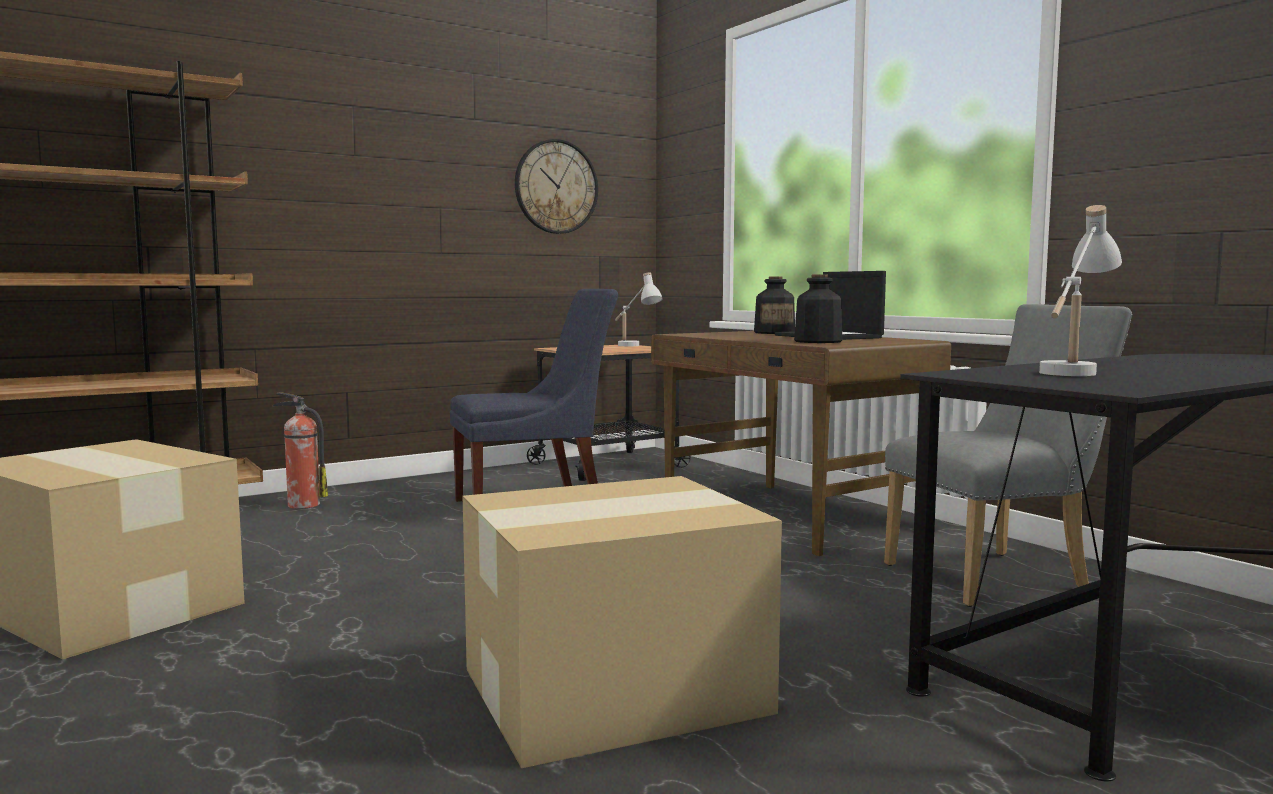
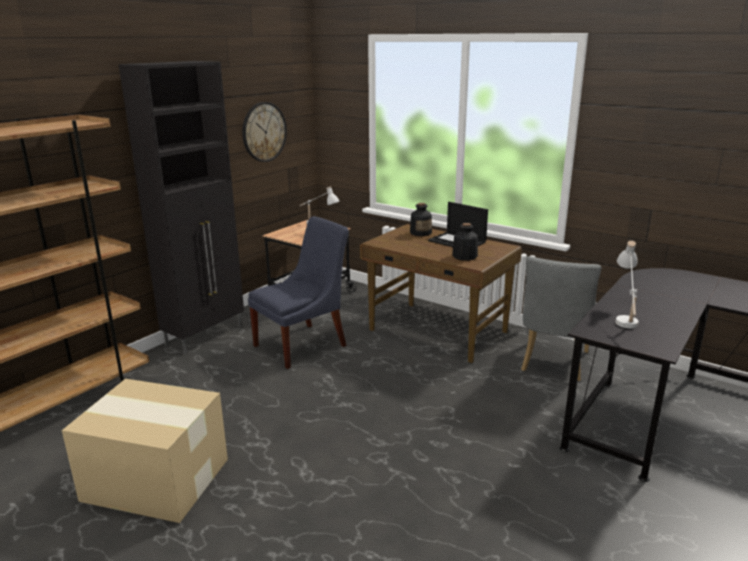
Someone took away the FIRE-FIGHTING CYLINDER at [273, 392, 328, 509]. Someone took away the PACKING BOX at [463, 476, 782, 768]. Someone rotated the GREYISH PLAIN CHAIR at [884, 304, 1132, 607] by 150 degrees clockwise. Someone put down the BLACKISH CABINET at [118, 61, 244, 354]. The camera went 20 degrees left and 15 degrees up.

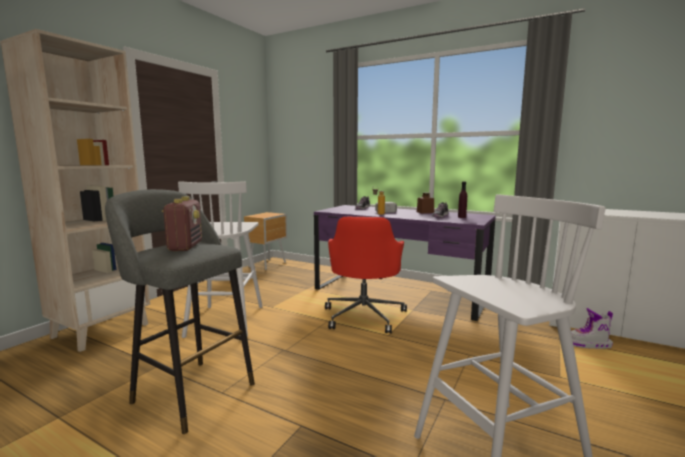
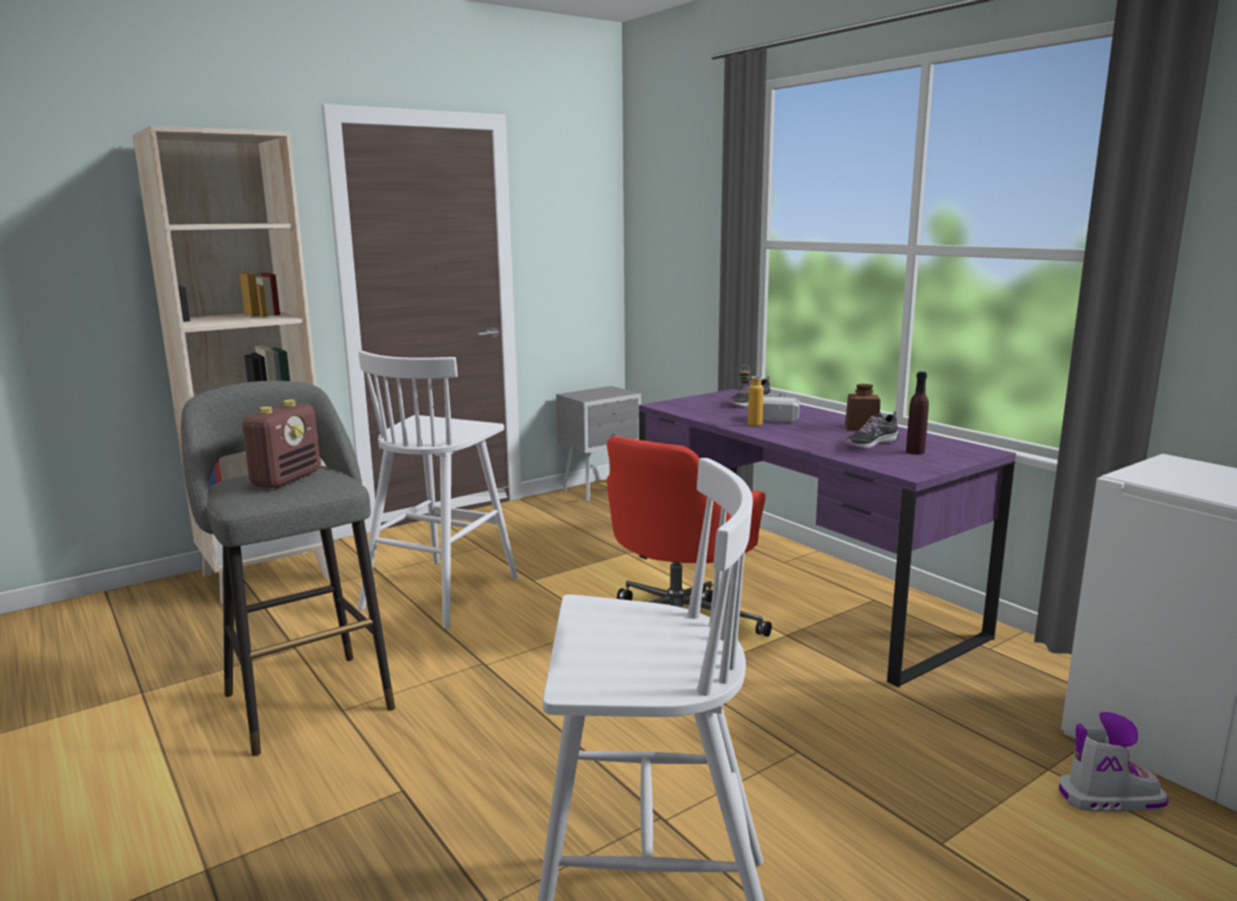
Someone repainted the BROWN NIGHT TABLE at [244, 212, 287, 270], which became the GREYISH NIGHT TABLE at [556, 386, 641, 503]. Someone rotated the BOOT at [571, 308, 613, 349] by 150 degrees clockwise. The camera went 25 degrees right and 5 degrees up.

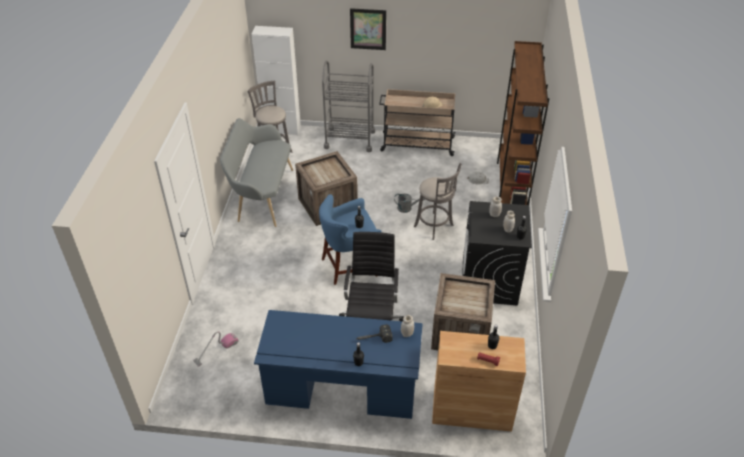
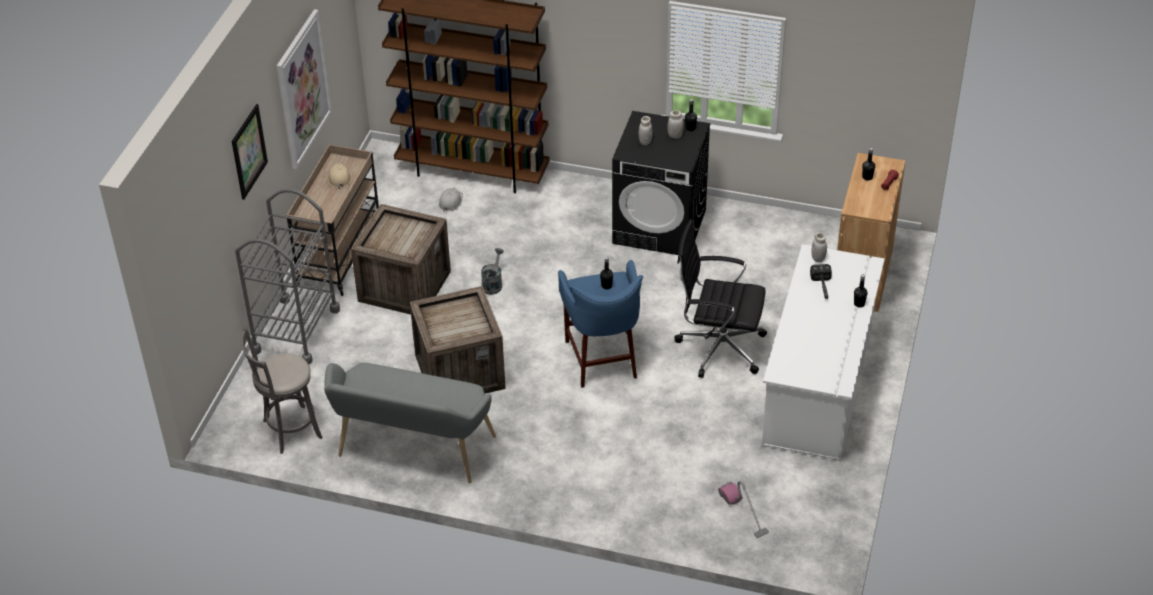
Someone took away the WHITISH CABINET at [251, 26, 301, 135]. Someone repainted the BLUE DESK at [254, 310, 423, 419], which became the WHITISH DESK at [762, 244, 885, 460]. Someone took away the GREYISH SITTING STOOL at [414, 163, 462, 240]. Someone carried the SHIPPING CRATE from [431, 273, 495, 350] to [351, 204, 451, 315]. Someone put up the WALL PICTURE at [277, 9, 332, 169]. The camera went 80 degrees left and 0 degrees up.

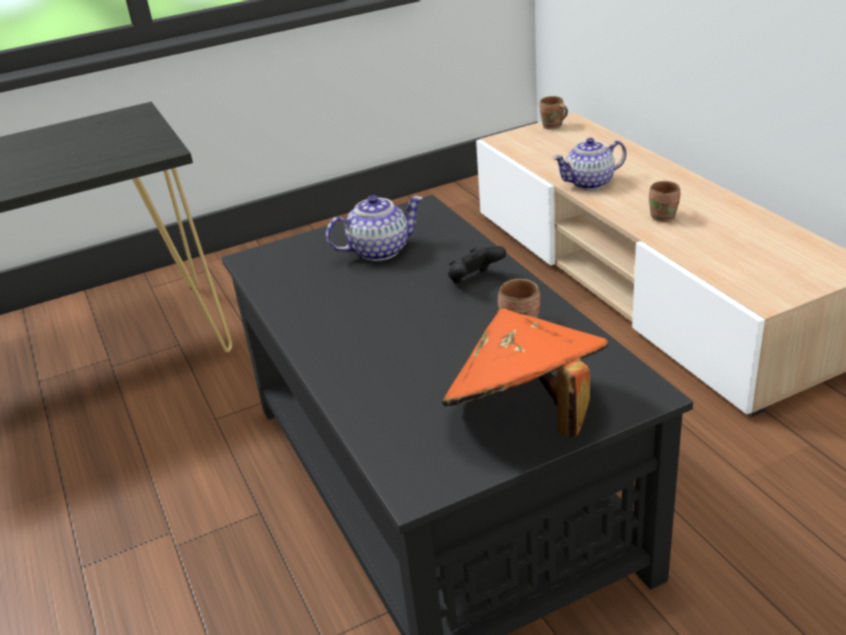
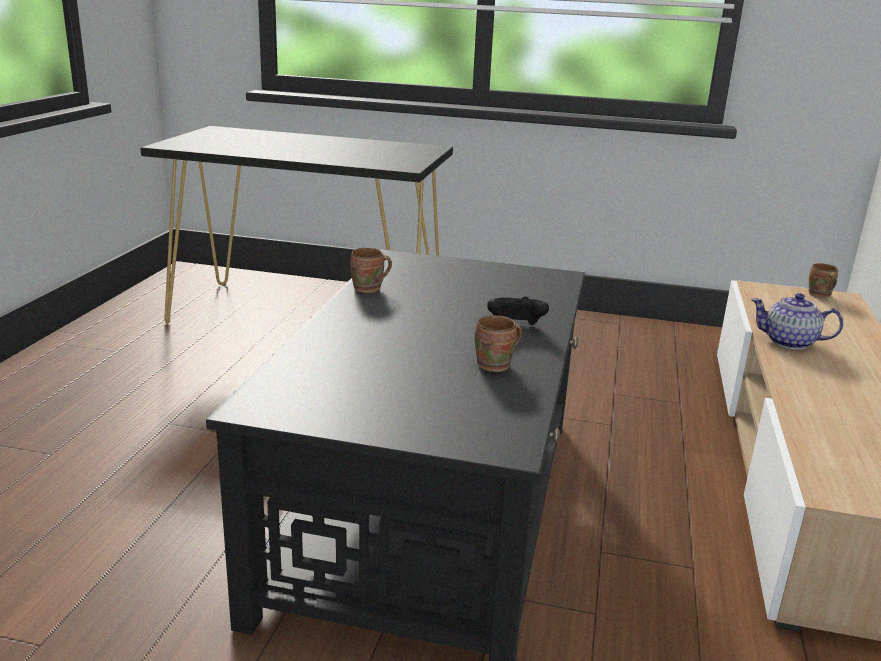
Someone took away the TEAPOT at [326, 195, 423, 261]. Someone took away the ORANGE WEARABLE HAT at [442, 308, 609, 438]. Someone carried the BROWN COFFEE MUG from [649, 181, 680, 222] to [350, 248, 392, 293]. The camera went 35 degrees right and 10 degrees down.

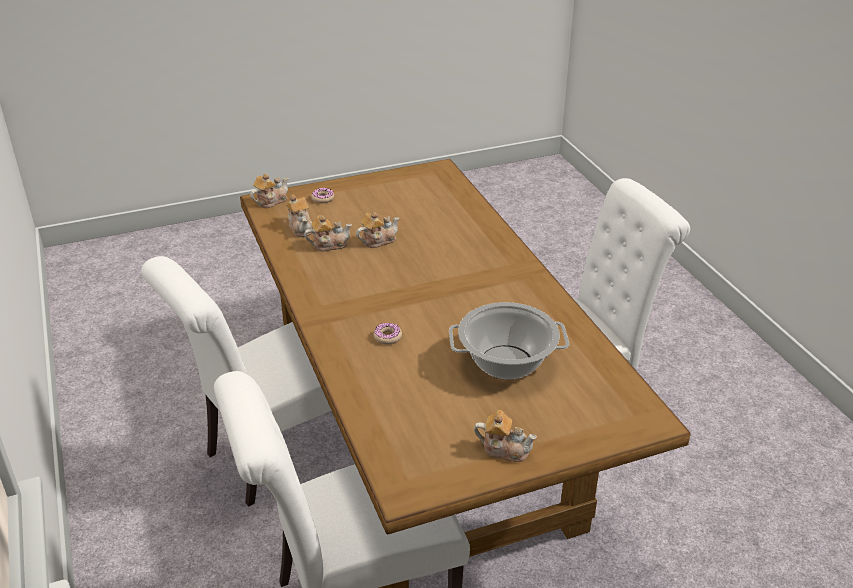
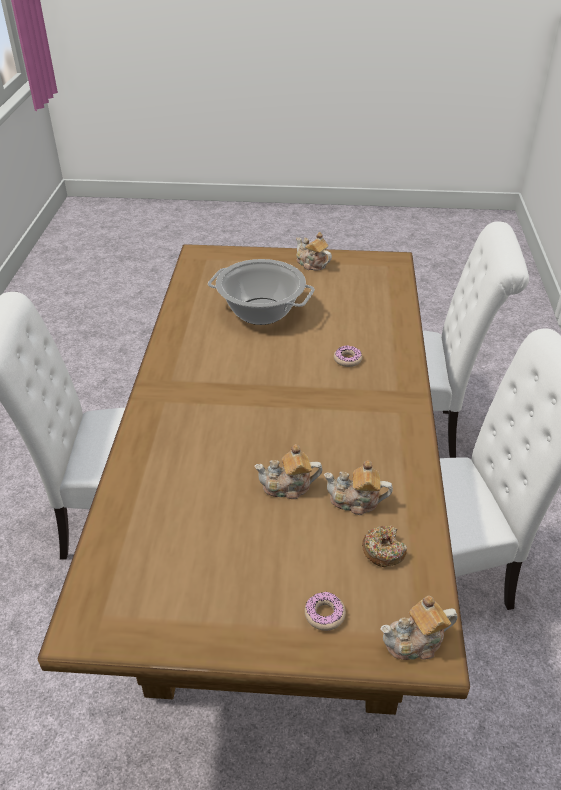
Someone swapped the TEAPOT at [286, 194, 313, 237] for the DONUT at [362, 525, 407, 567]. The camera went 155 degrees left and 5 degrees up.

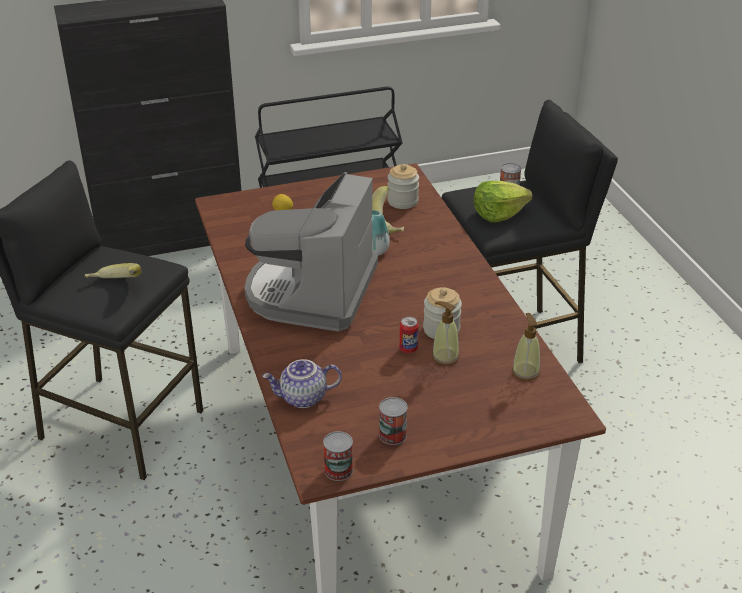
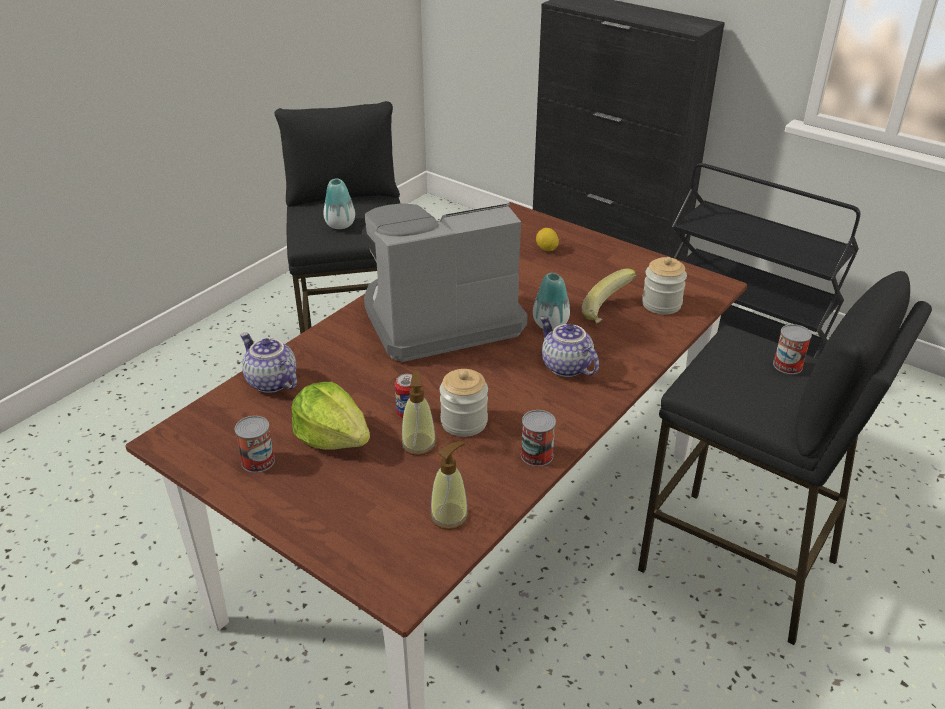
Someone swapped the BANANA FRUIT at [85, 263, 141, 278] for the DECORATIVE VASE at [324, 178, 355, 229]. Someone carried the CAN from [323, 431, 353, 481] to [521, 410, 556, 466]. Someone carried the HEAD OF LETTUCE from [473, 181, 533, 222] to [291, 382, 370, 450]. Someone put down the TEAPOT at [540, 316, 599, 377]. The camera went 55 degrees right and 0 degrees up.

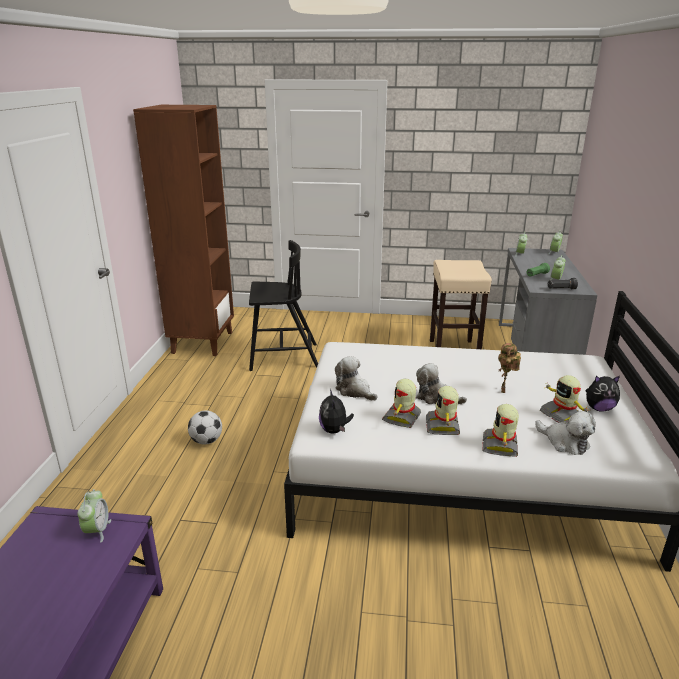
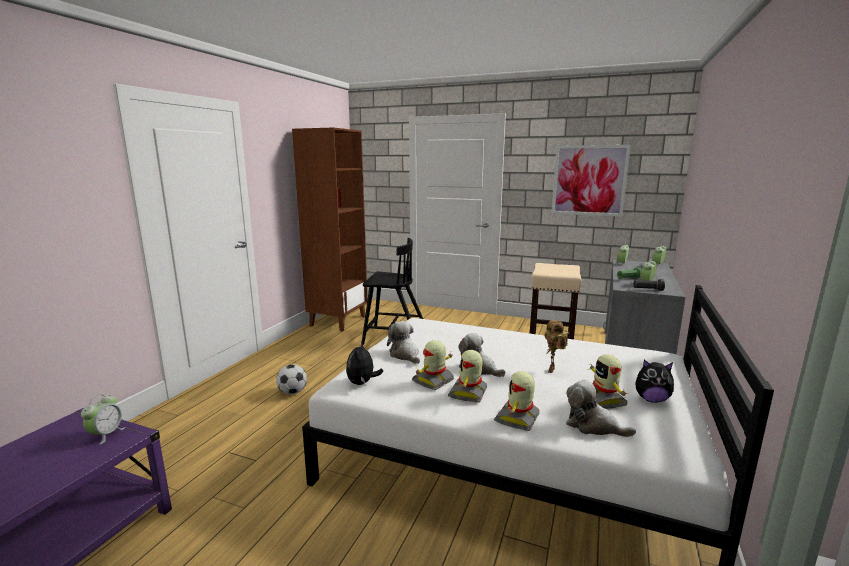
Someone rotated the SOFT TOY at [535, 411, 596, 455] by 150 degrees clockwise. Someone put up the WALL PICTURE at [551, 145, 631, 217]. The camera went 15 degrees right and 10 degrees down.

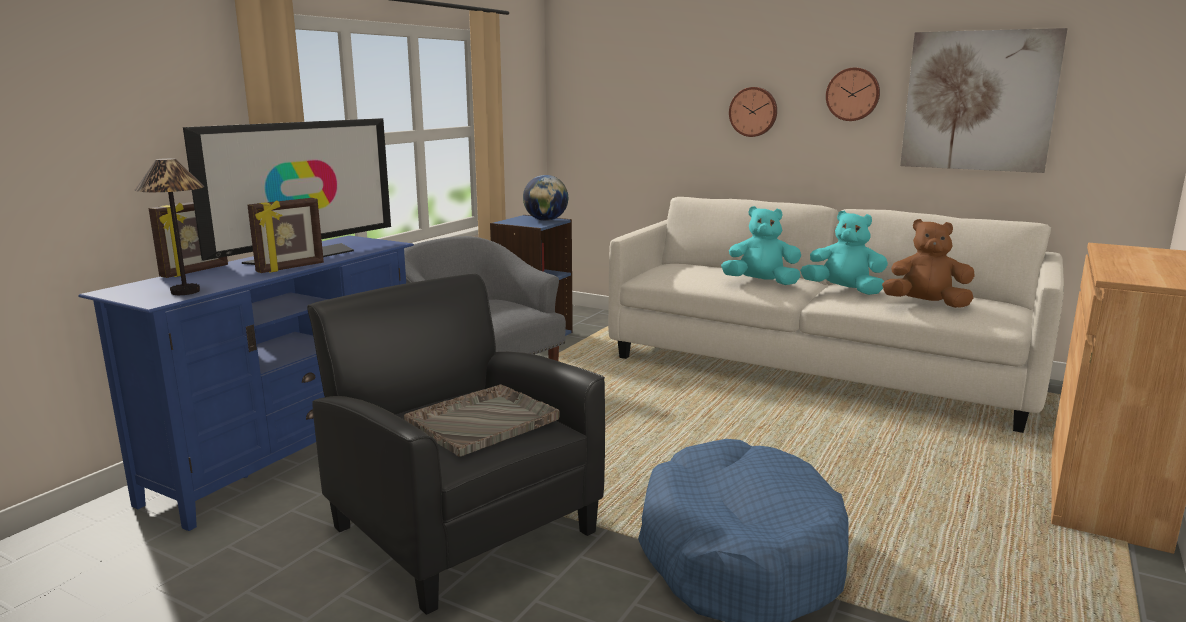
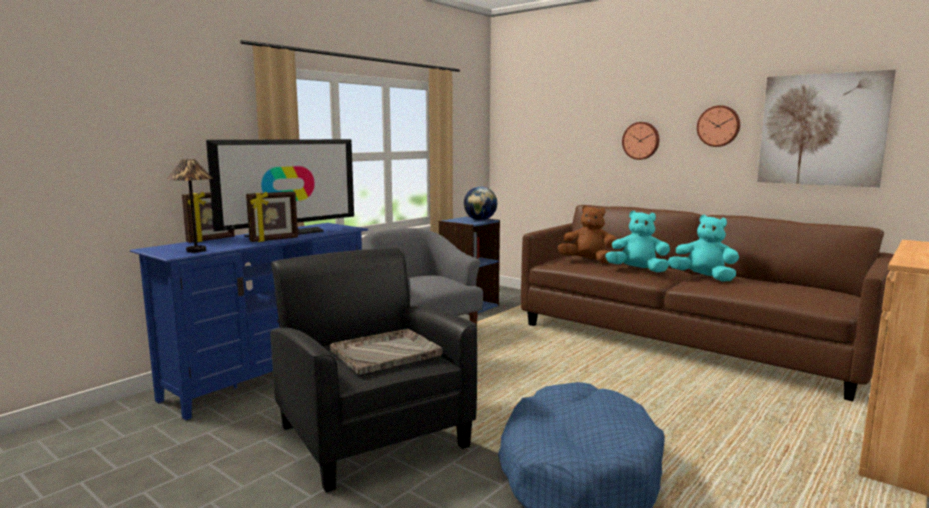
Someone repainted the WHITISH COUCH at [608, 197, 1064, 433], which became the BROWN COUCH at [521, 205, 894, 401]. Someone carried the BROWN SOFT TOY from [882, 219, 975, 308] to [557, 205, 617, 264]. The camera went 10 degrees right and 5 degrees down.

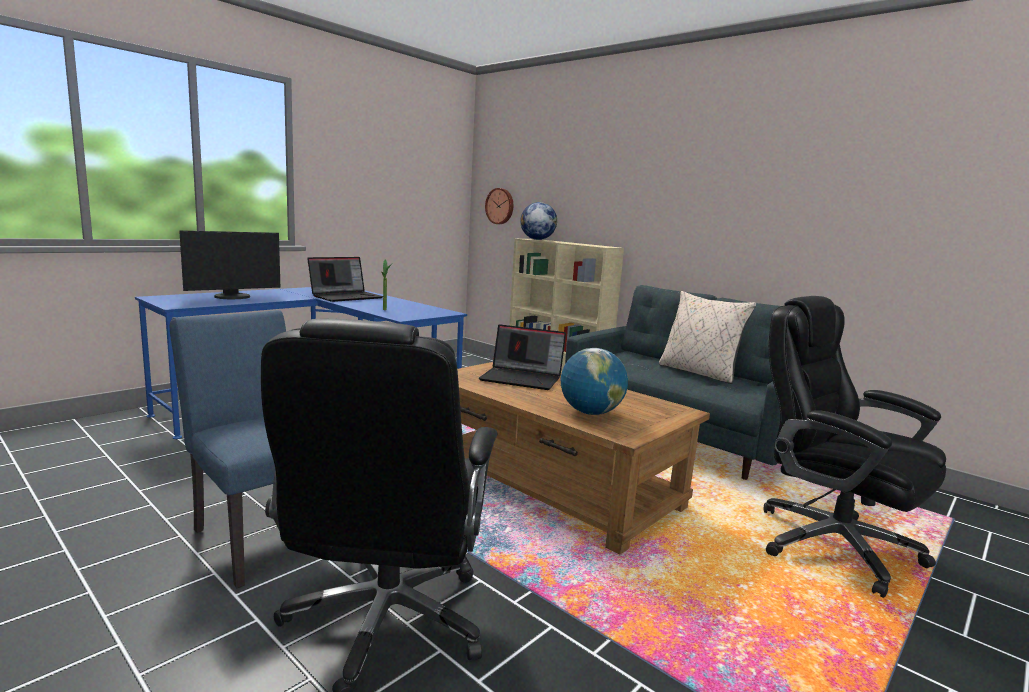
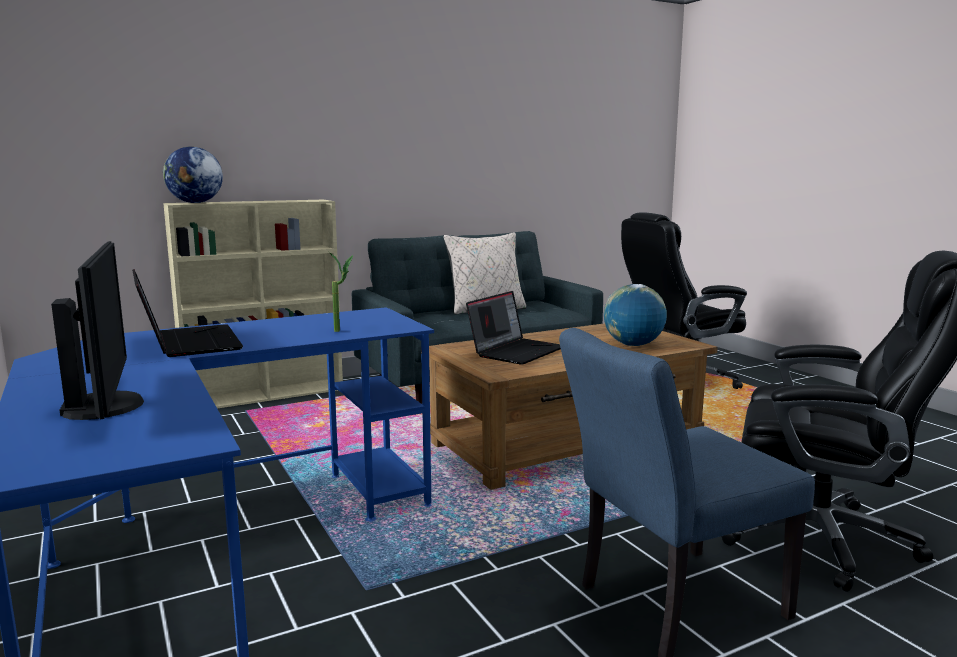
Someone took away the HANGING CLOCK at [485, 188, 513, 224]. The camera went 70 degrees left and 0 degrees up.

